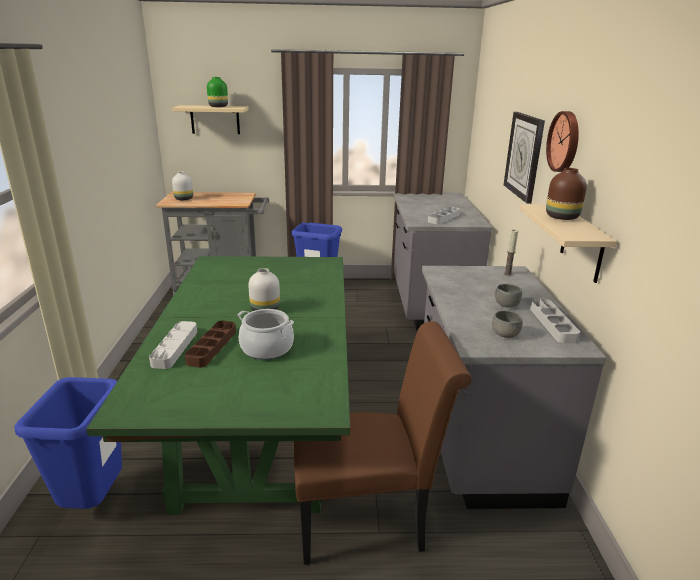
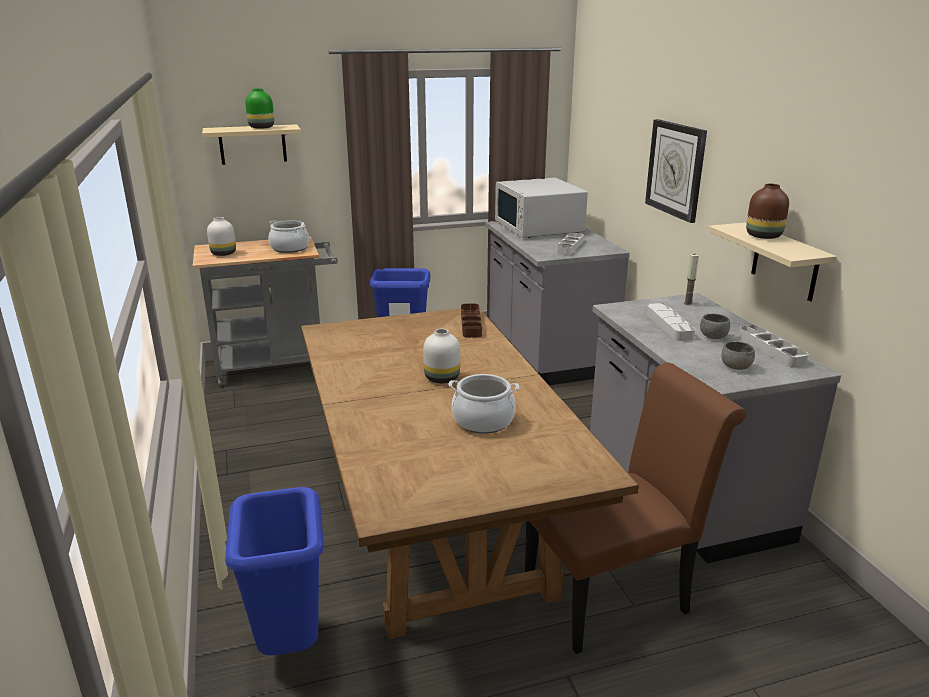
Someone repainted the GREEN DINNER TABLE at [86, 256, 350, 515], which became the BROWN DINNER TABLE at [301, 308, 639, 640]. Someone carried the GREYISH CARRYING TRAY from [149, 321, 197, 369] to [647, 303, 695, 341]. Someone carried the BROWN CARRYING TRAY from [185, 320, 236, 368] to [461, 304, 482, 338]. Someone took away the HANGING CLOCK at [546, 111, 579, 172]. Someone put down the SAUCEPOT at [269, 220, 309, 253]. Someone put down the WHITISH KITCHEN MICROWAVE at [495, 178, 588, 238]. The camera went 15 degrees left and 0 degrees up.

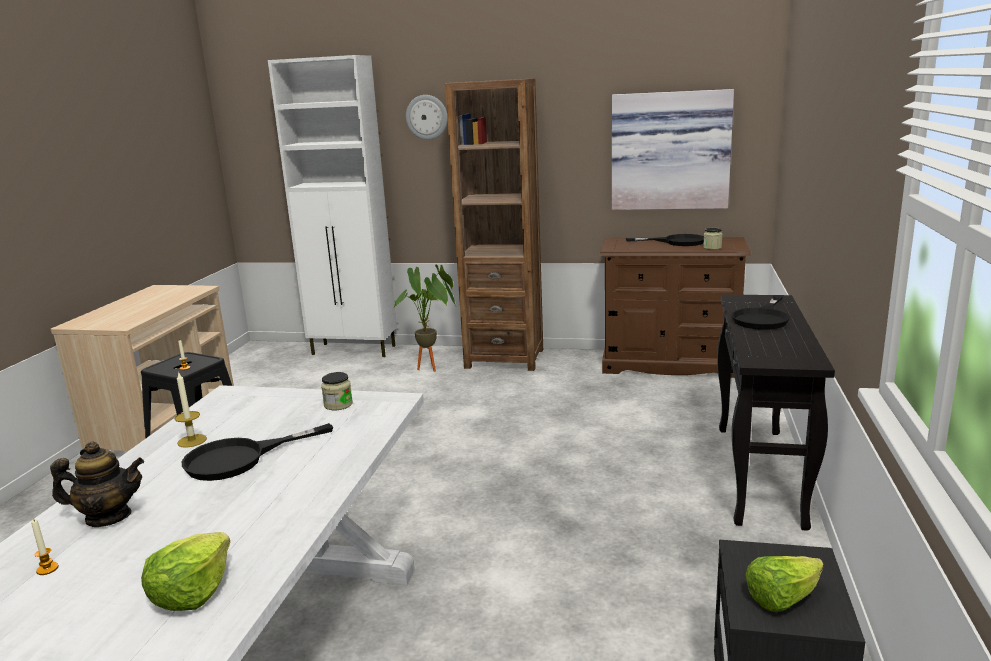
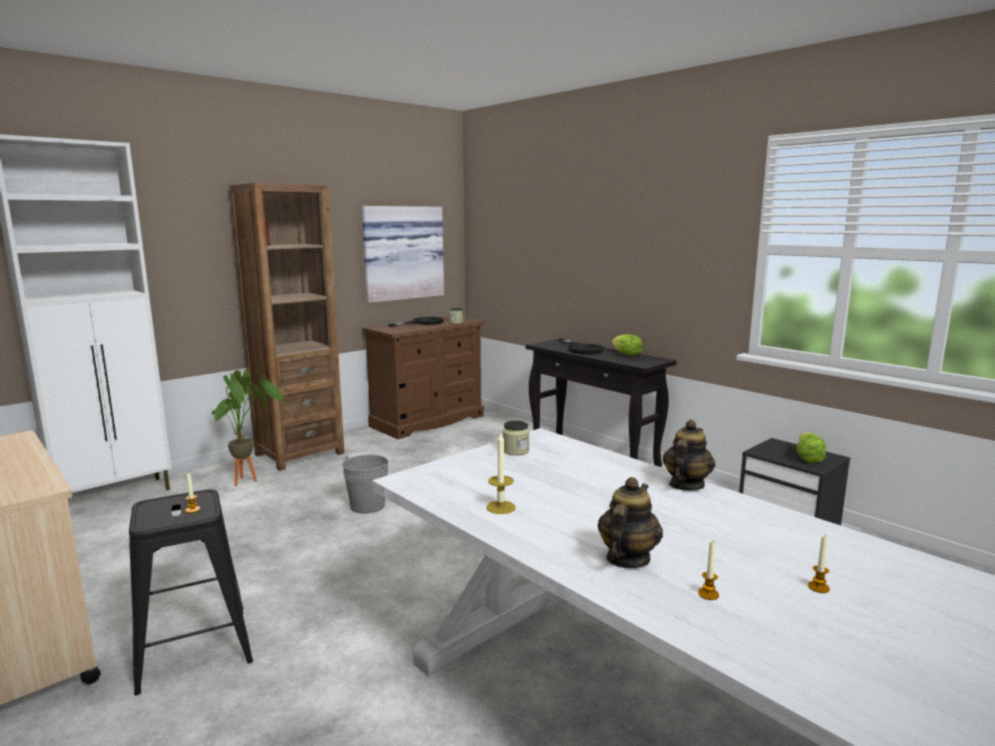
Someone carried the HEAD OF LETTUCE from [141, 532, 230, 611] to [612, 334, 643, 356]. Someone took away the BLACKISH PAN at [182, 423, 333, 481]. Someone took away the HANGING CLOCK at [406, 95, 448, 140]. Someone put down the GREYISH PAIL at [342, 455, 388, 514]. Someone put down the TEAPOT at [663, 420, 715, 491]. Someone put down the WAX LIGHT at [808, 534, 830, 593]. The camera went 55 degrees left and 5 degrees down.

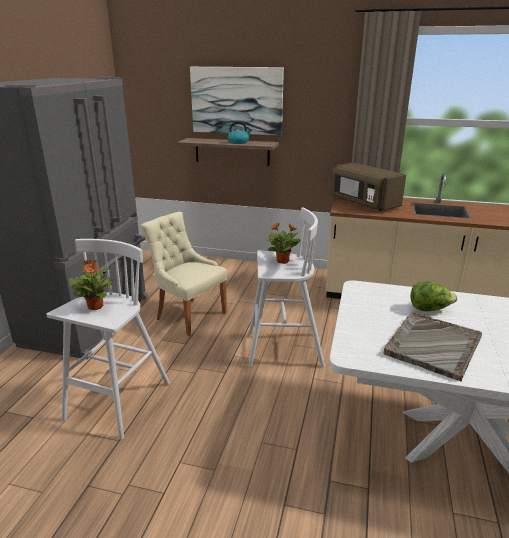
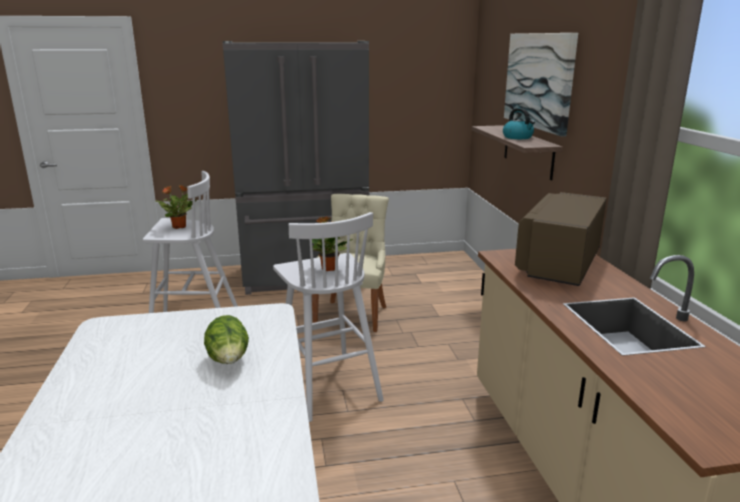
Someone took away the GREYISH CARRYING TRAY at [384, 312, 482, 381]. The camera went 65 degrees right and 5 degrees down.

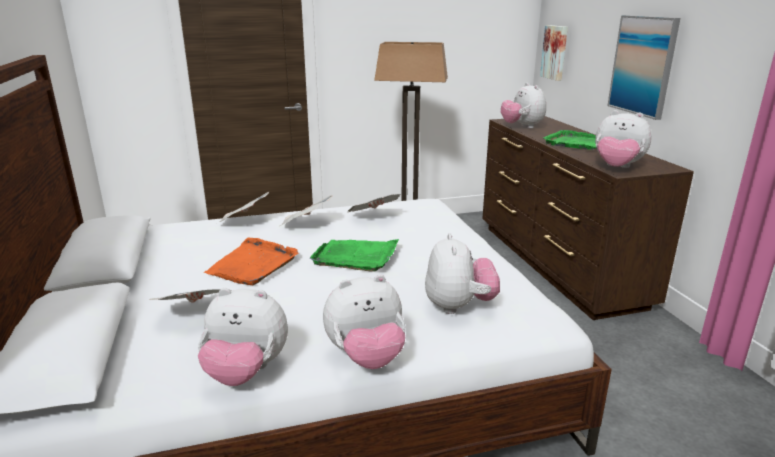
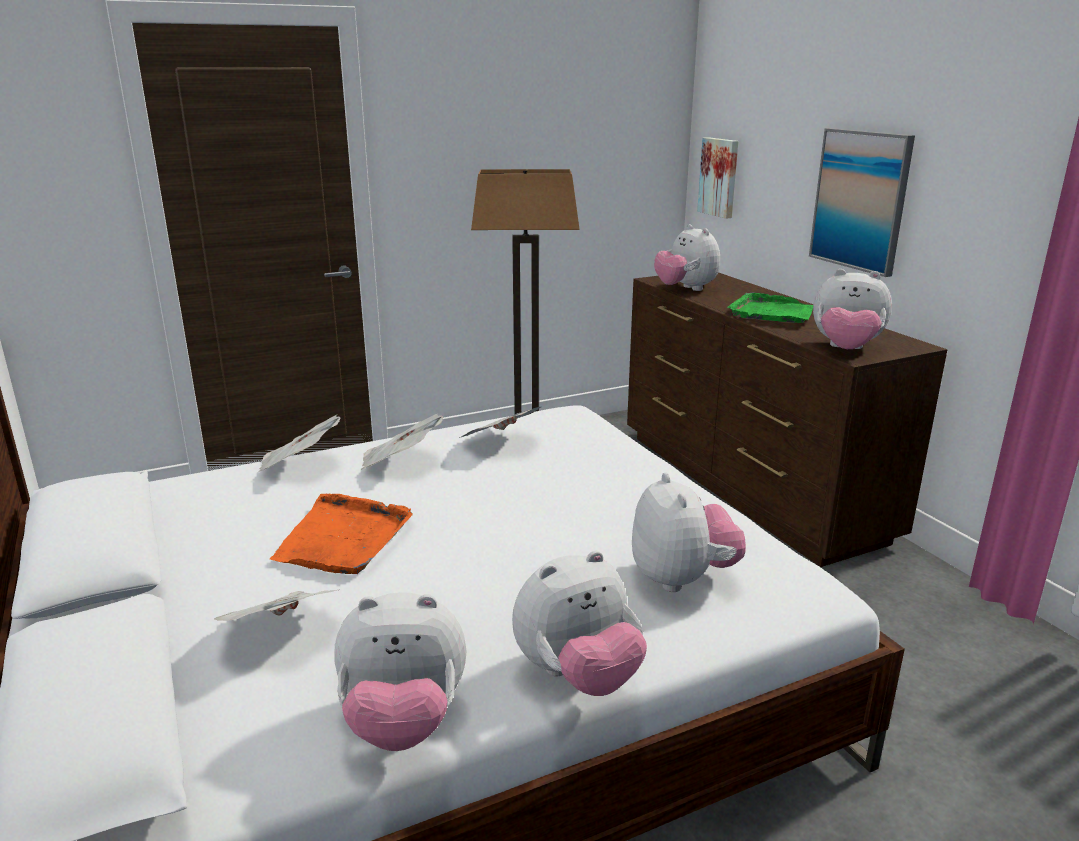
Someone took away the GREEN CARRYING TRAY at [310, 239, 399, 272]. The camera went 10 degrees left and 0 degrees up.

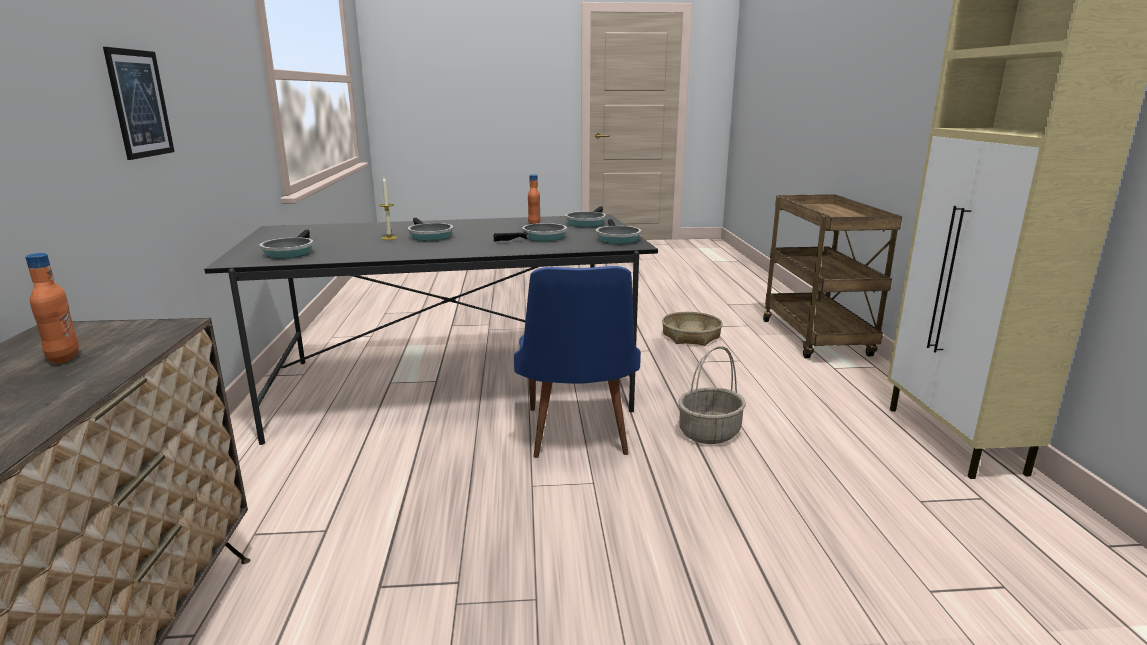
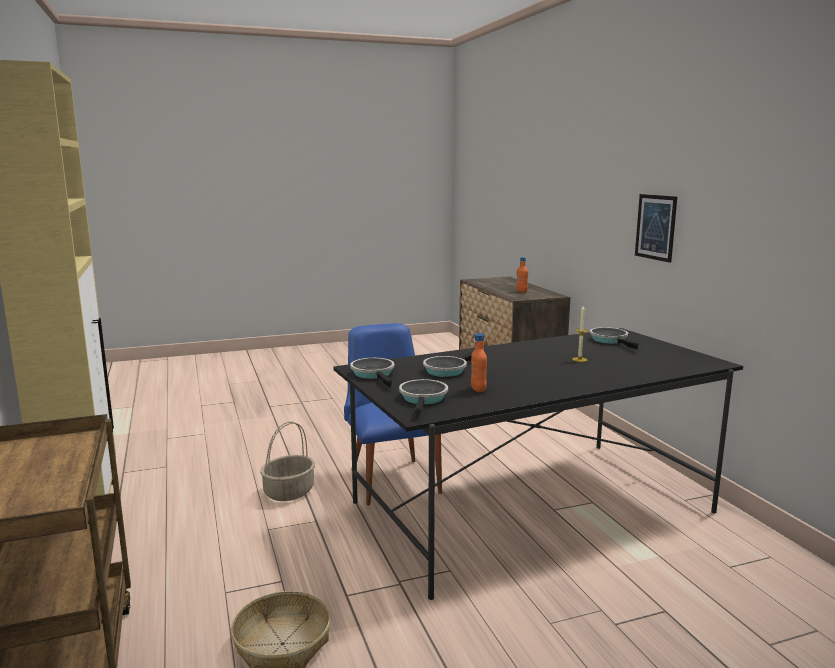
Someone took away the PAN at [407, 218, 453, 241]. The camera went 165 degrees right and 5 degrees down.

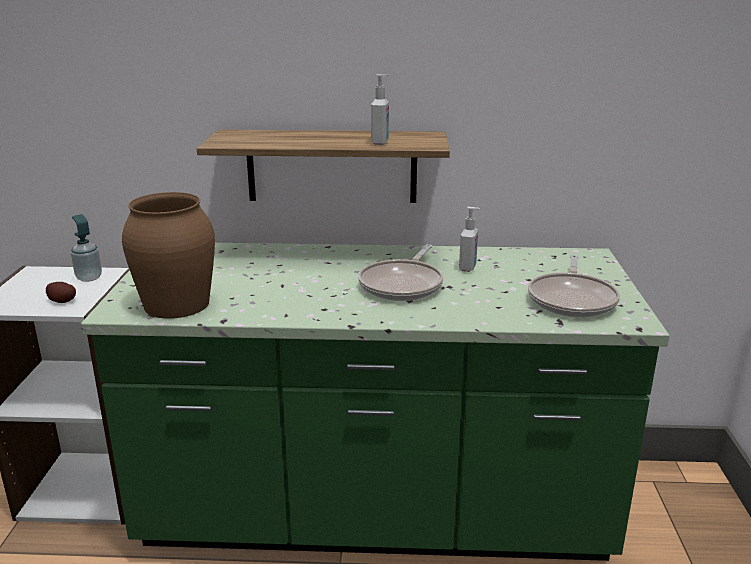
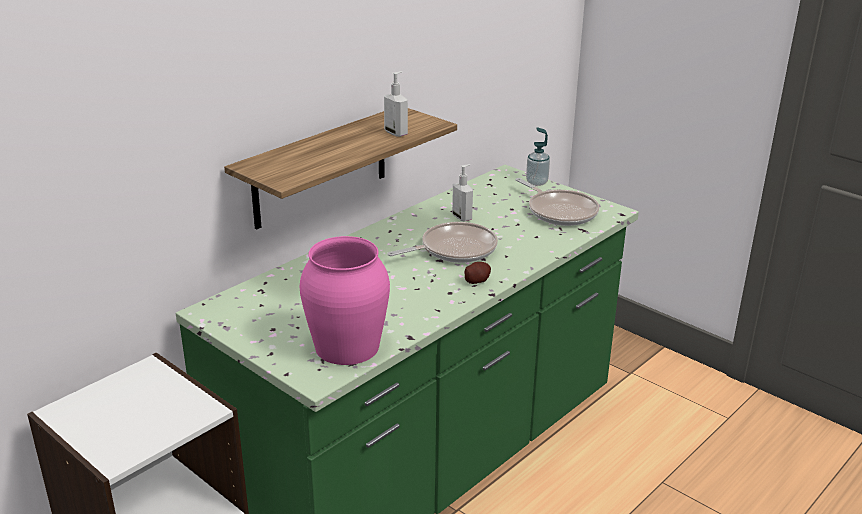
Someone carried the SPUD from [46, 282, 76, 303] to [465, 262, 491, 284]. Someone carried the LIQUID SOAP BOTTLE from [71, 214, 102, 282] to [526, 127, 550, 186]. Someone repainted the BROWN DECORATIVE VASE at [122, 192, 215, 319], which became the PINK-COLOURED DECORATIVE VASE at [299, 236, 390, 365]. Someone rotated the PAN at [358, 244, 443, 301] by 90 degrees counterclockwise. The camera went 50 degrees left and 5 degrees up.

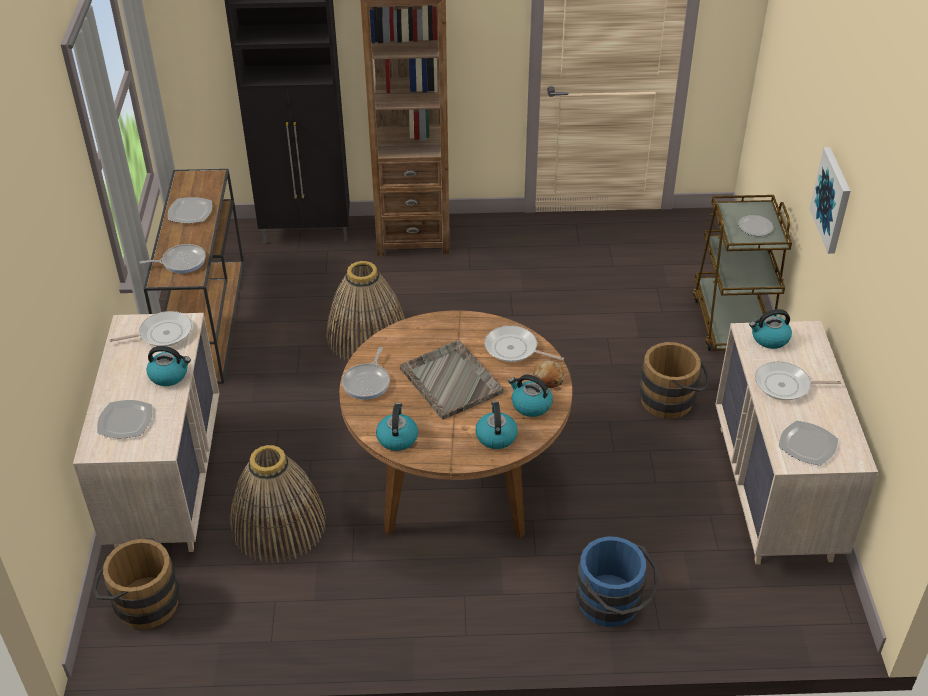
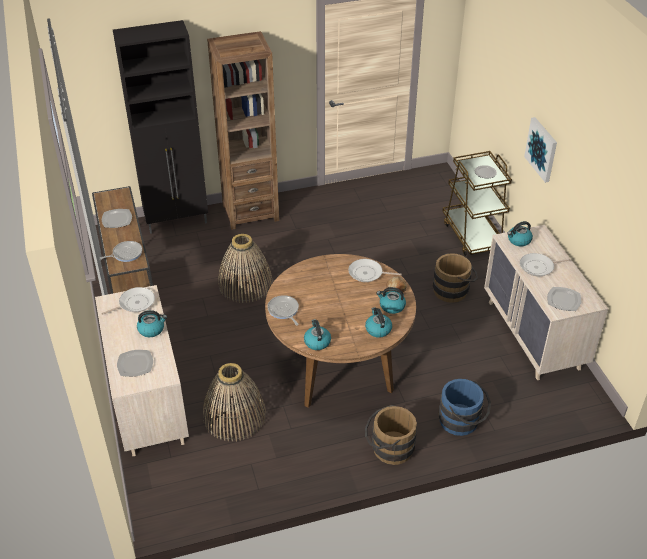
Someone carried the BROWN PAIL from [93, 537, 179, 629] to [365, 405, 417, 465]. Someone rotated the PAN at [342, 347, 390, 400] by 150 degrees clockwise. Someone took away the GREYISH CARRYING TRAY at [400, 340, 504, 419]. The camera went 15 degrees left and 0 degrees up.

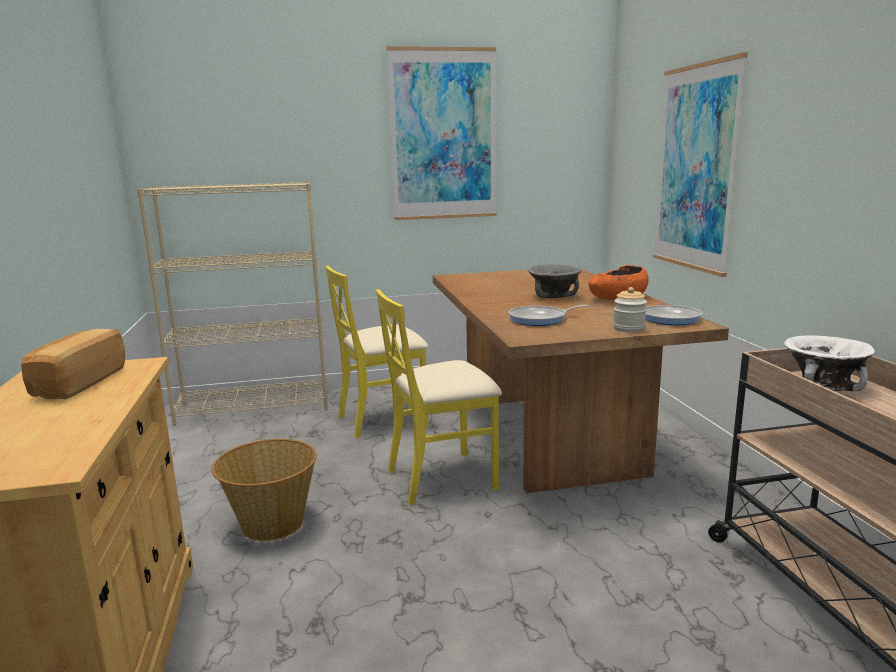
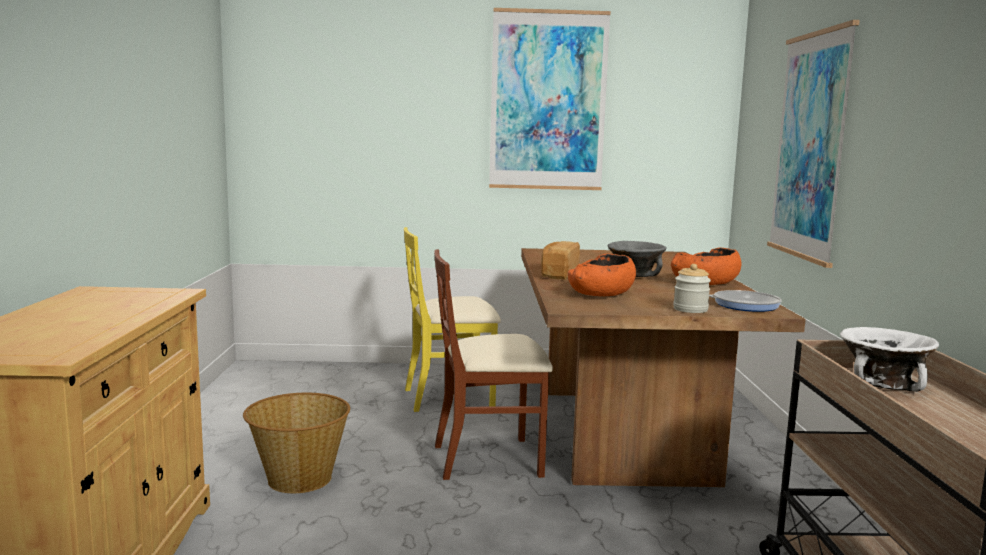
Someone carried the BREAD from [21, 329, 125, 399] to [541, 241, 580, 280]. Someone took away the SAND-COLOURED BOOKSHELF at [137, 181, 328, 425]. Someone repainted the YELLOWISH PLAIN CHAIR at [376, 289, 502, 505], which became the BROWN PLAIN CHAIR at [434, 249, 553, 480]. Someone swapped the PAN at [508, 305, 589, 326] for the ORANGE SERVING BOWL at [568, 254, 636, 296]. The camera went 10 degrees right and 5 degrees down.

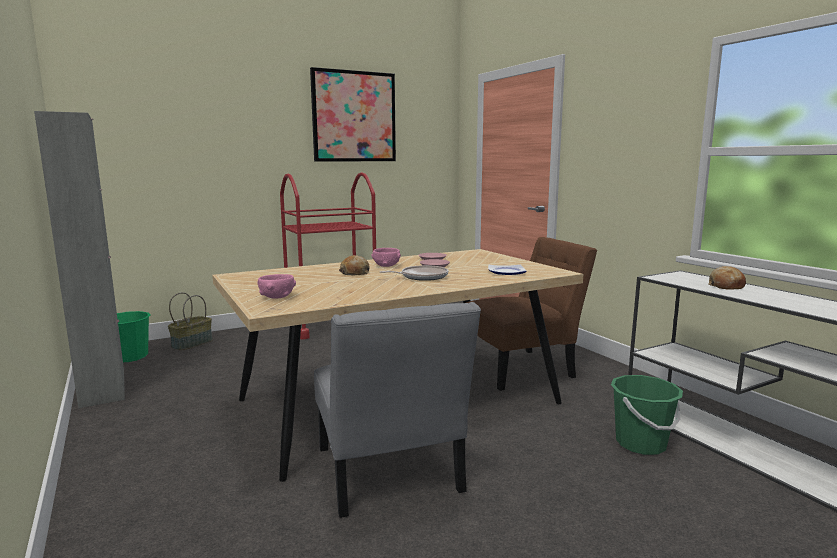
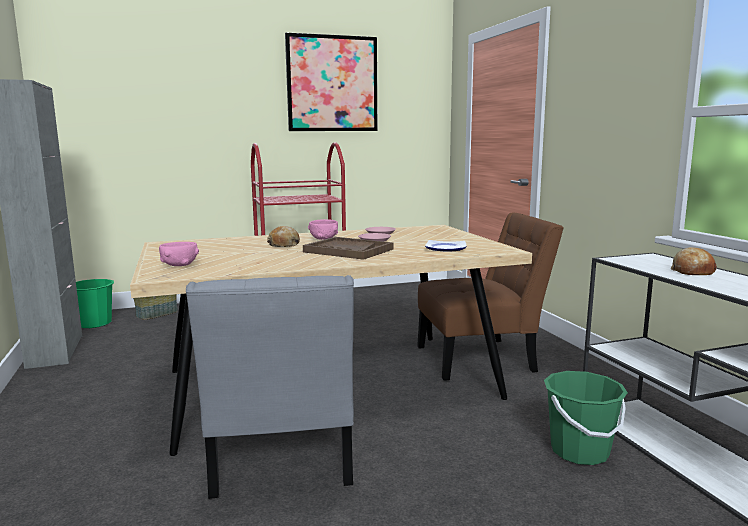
Someone swapped the PAN at [380, 265, 448, 281] for the BROWN CARRYING TRAY at [303, 237, 393, 260]. The camera went 10 degrees right and 0 degrees up.

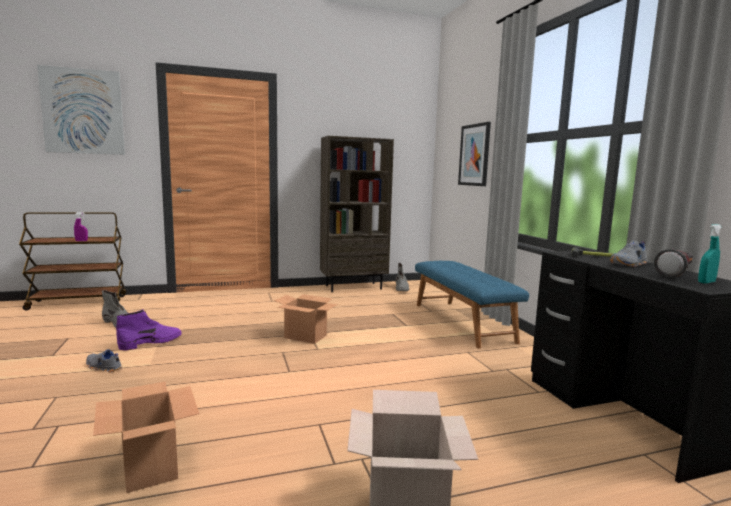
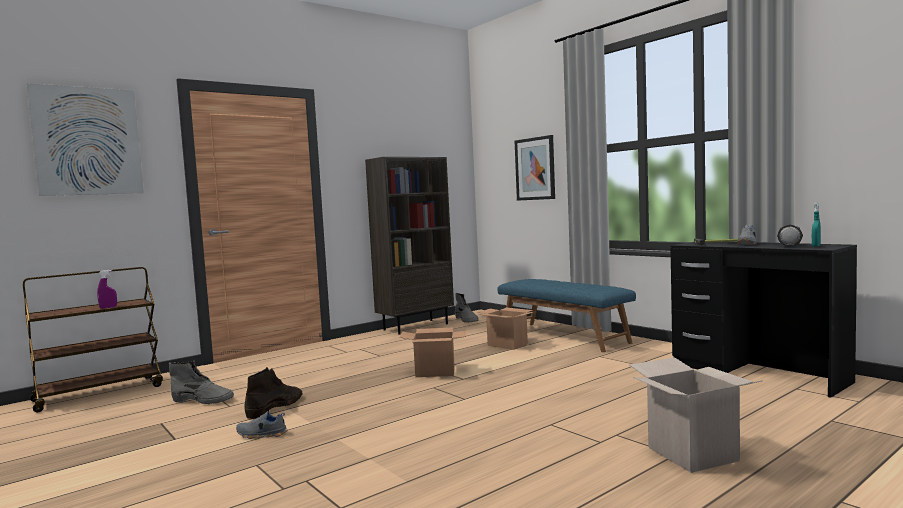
Someone carried the PACKING BOX from [93, 382, 199, 493] to [477, 308, 536, 350]. Someone repainted the PURPLE BOOT at [116, 309, 182, 350], which became the BROWN BOOT at [244, 367, 303, 419]. The camera went 20 degrees left and 5 degrees down.

